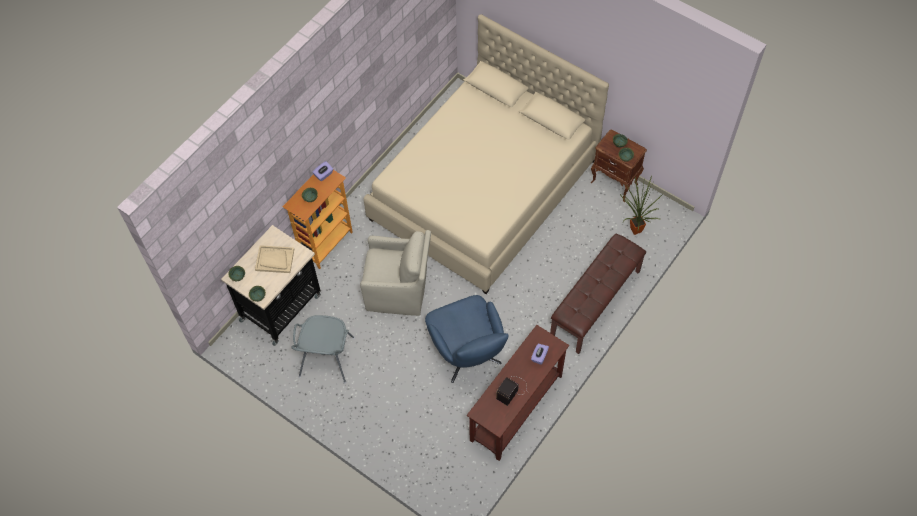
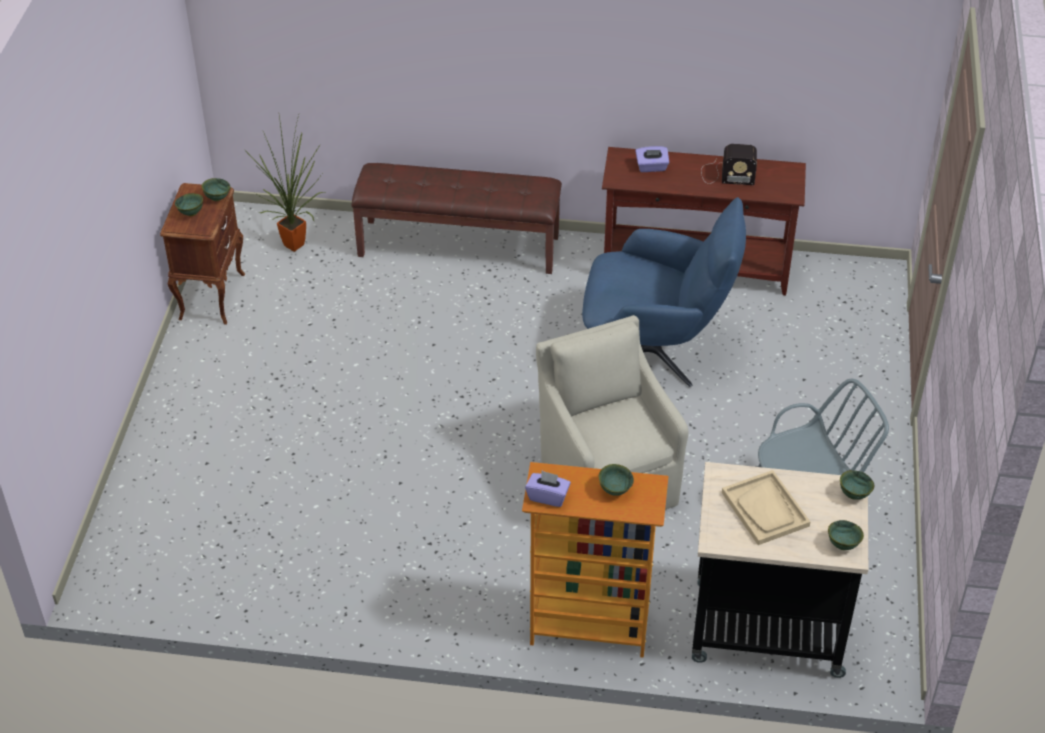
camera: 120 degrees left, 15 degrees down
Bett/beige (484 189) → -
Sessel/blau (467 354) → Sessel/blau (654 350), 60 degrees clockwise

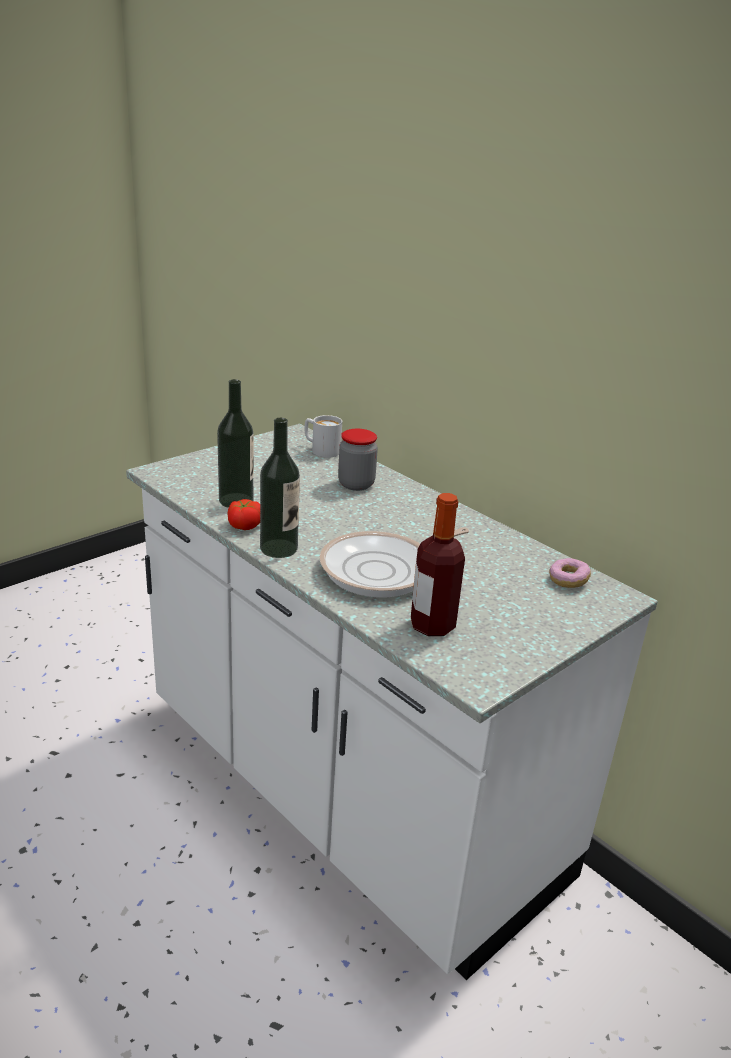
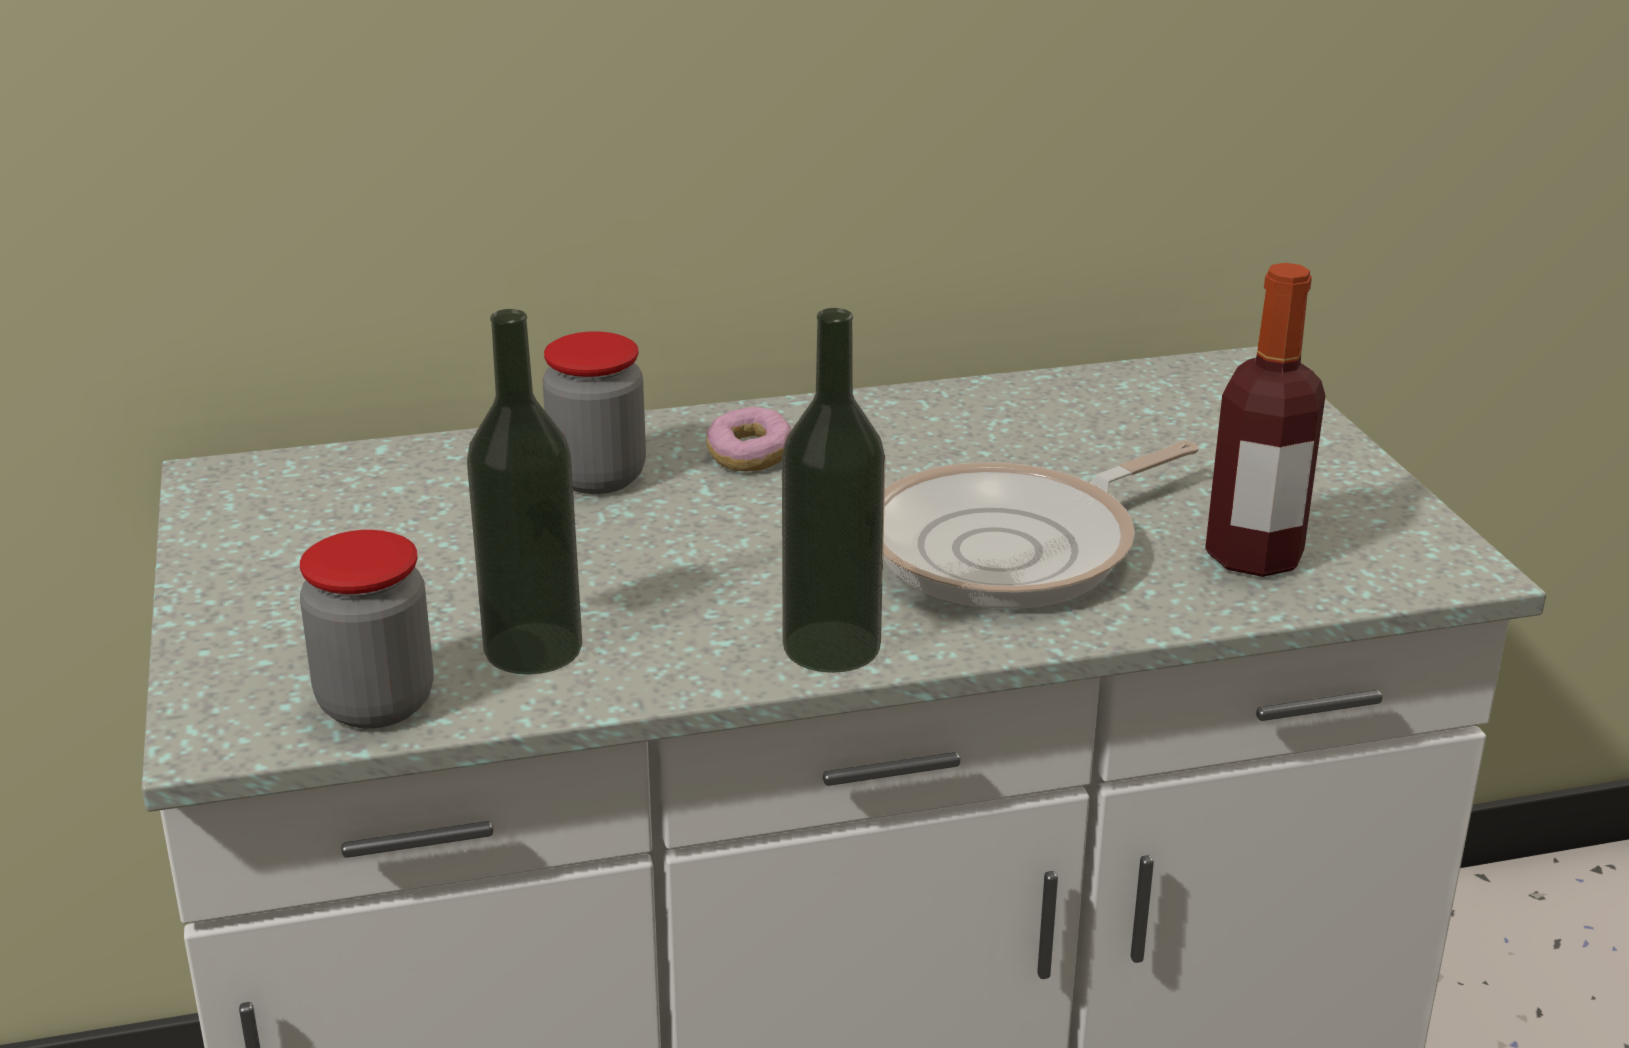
camera: 60 degrees left, 0 degrees up
Tomate (244 525) → -
Henkelbecher/weiß (321 450) → -
Pfanne (384 570) → Pfanne (1014 548), 60 degrees clockwise
Donut (568 580) → Donut (749 457), moved
- → Vorratsglas (376 704)

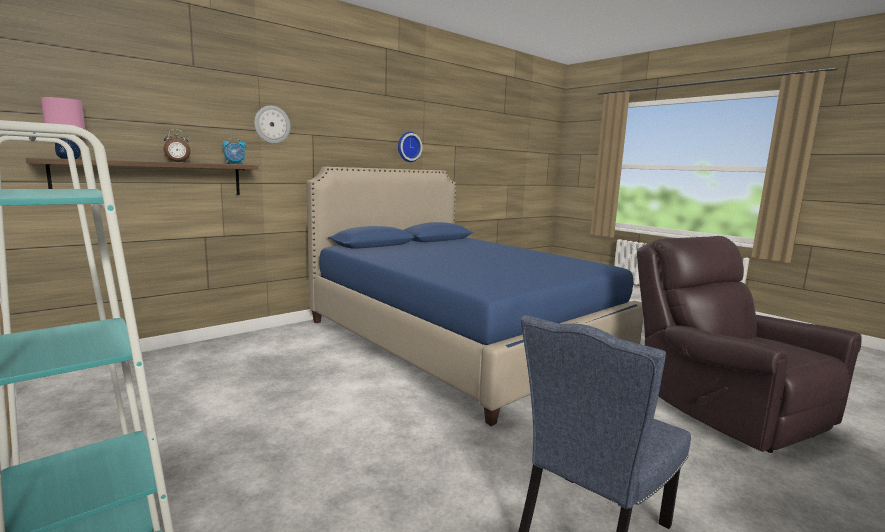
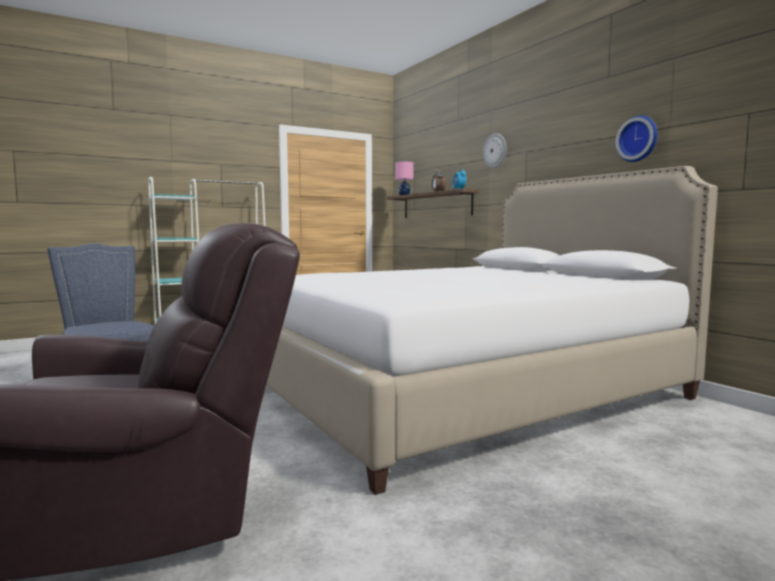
camera: 100 degrees right, 5 degrees down
Bett/blau (460 339) → Bett/weiß (467 392)

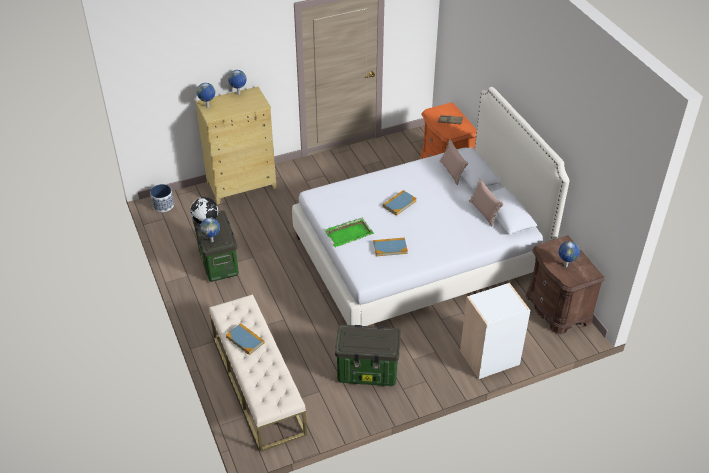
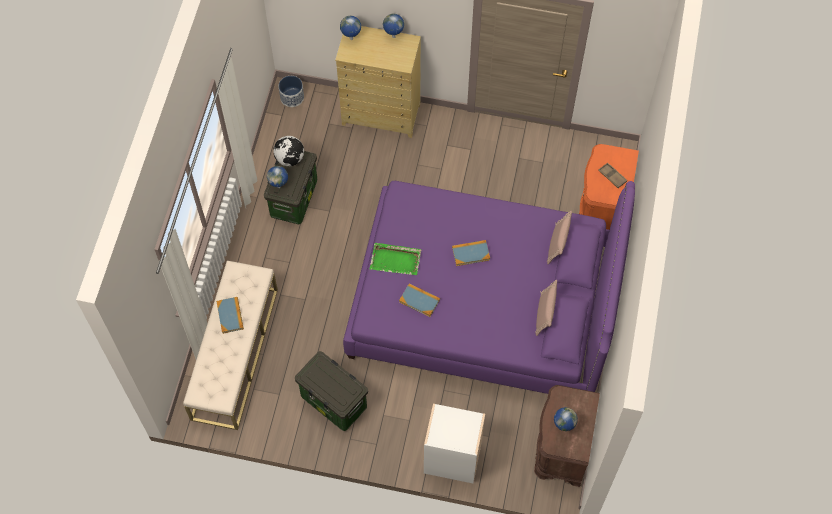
camera: 35 degrees right, 20 degrees up
Bett/weiß (419 255) → Bett/lila (484 304)

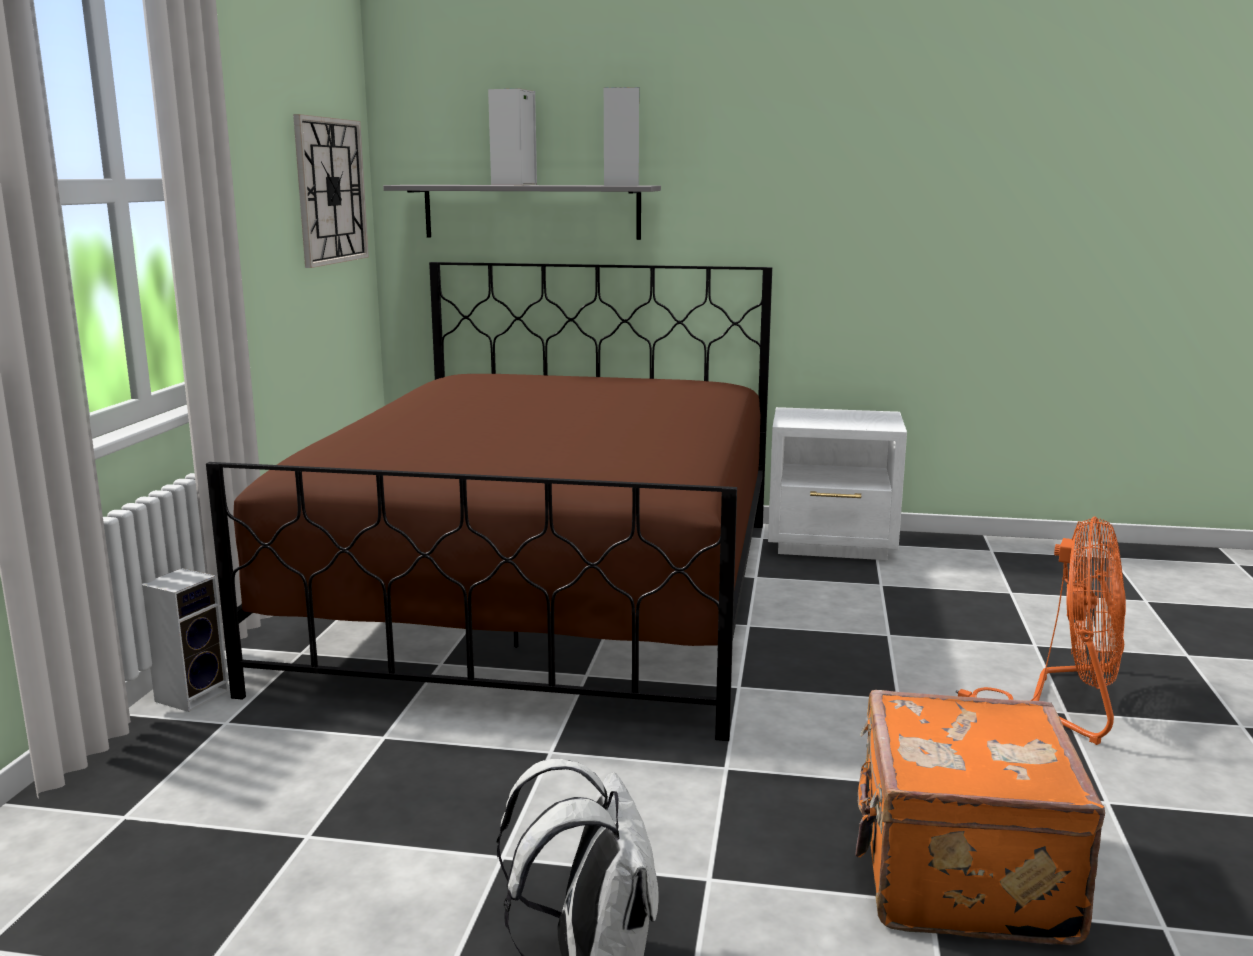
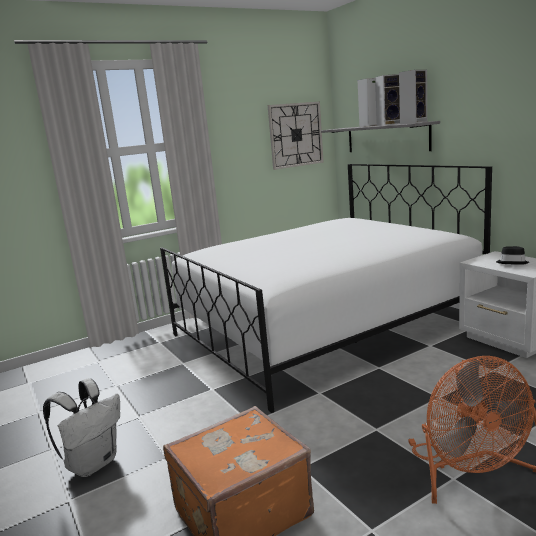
camera: 50 degrees right, 0 degrees up
Lautsprecher (193 694) → Lautsprecher (389 124), moved
Bett/braun (549 595) → Bett/weiß (325 327)
- → Hut/schwarz (512 262)

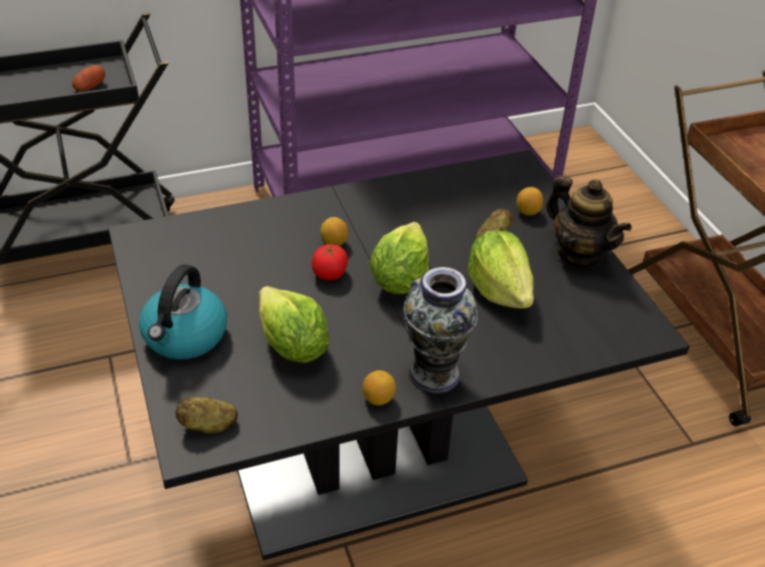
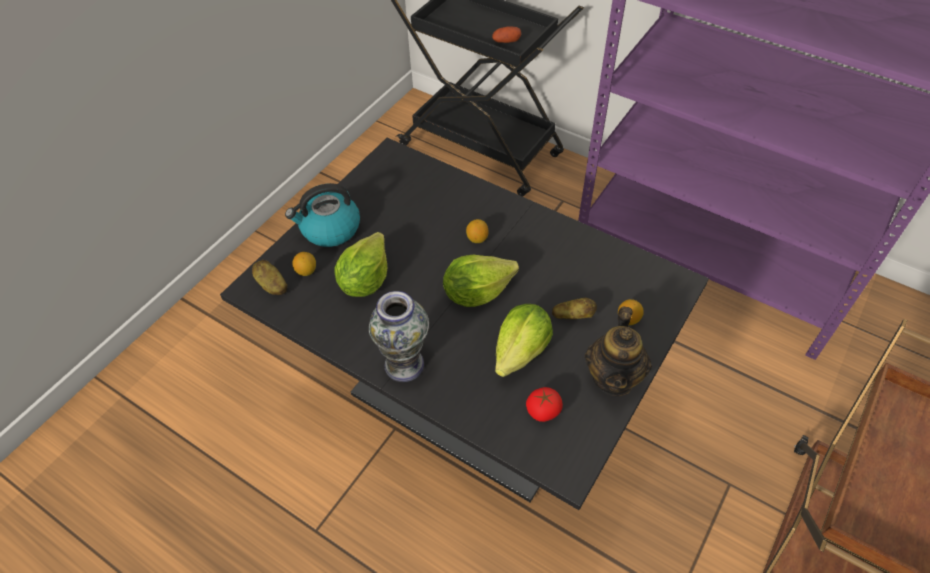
camera: 55 degrees right, 10 degrees up
Tomate (330 273) → Tomate (543 411), moved
Zitrone (378 399) → Zitrone (306 271), moved

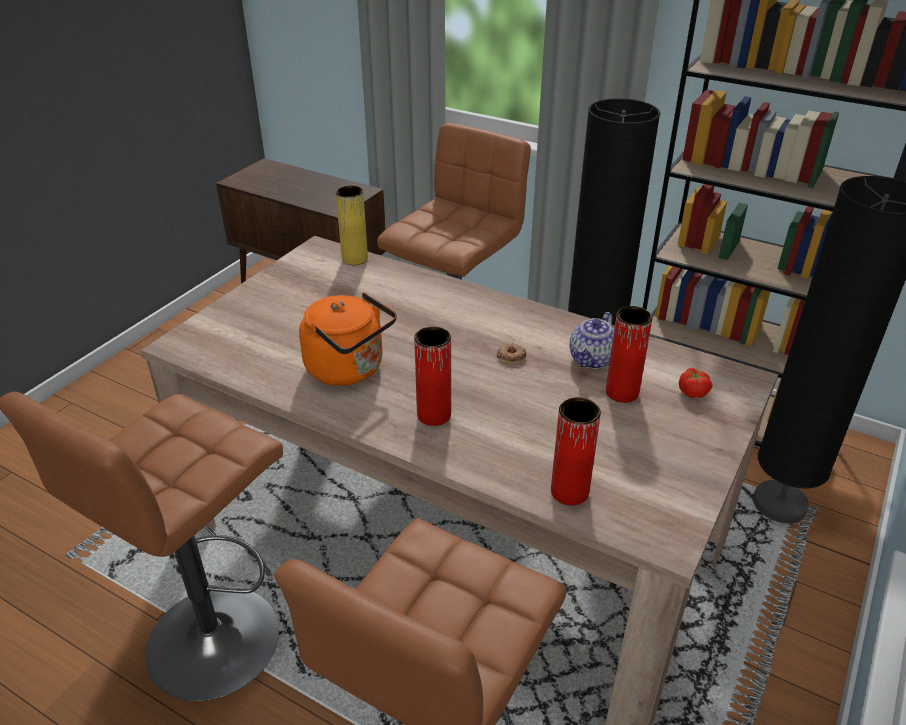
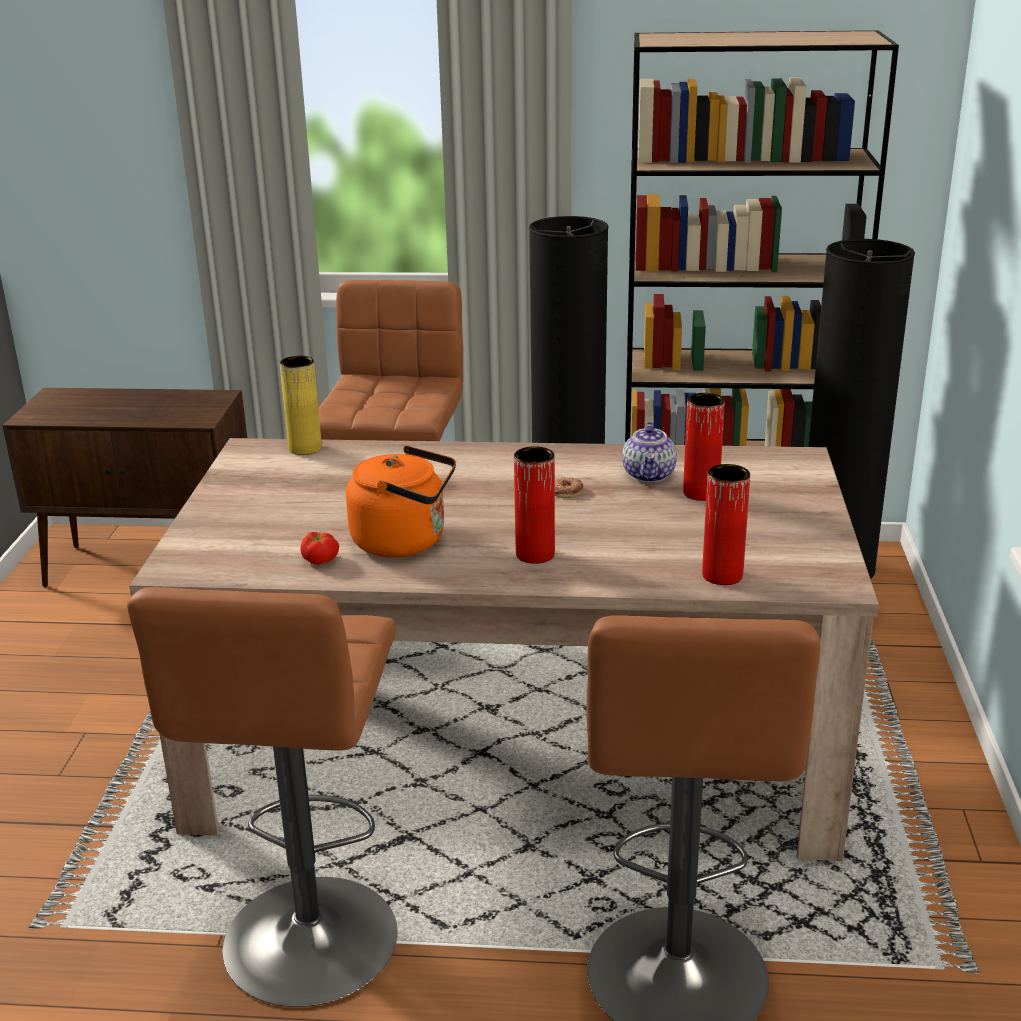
camera: 25 degrees left, 10 degrees down
Tomate (693 391) → Tomate (320 559), moved

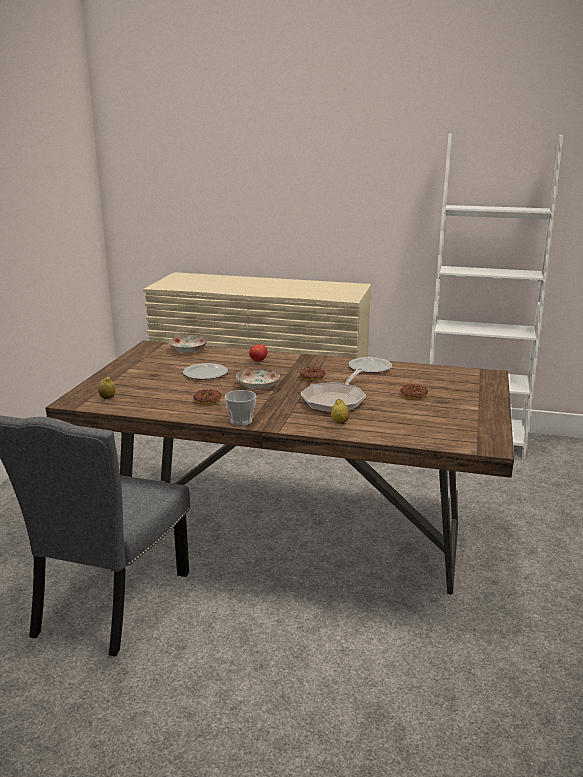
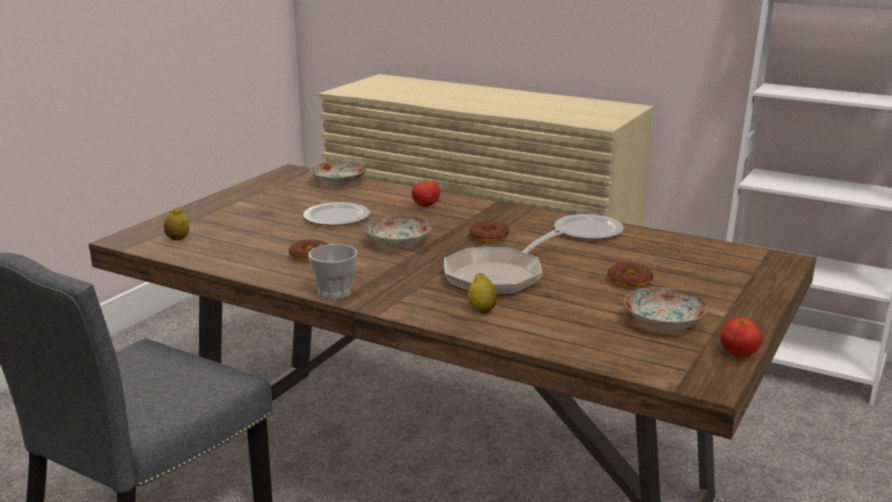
camera: 15 degrees right, 0 degrees up
- → Teller (664 322)
- → Tomate (738 354)

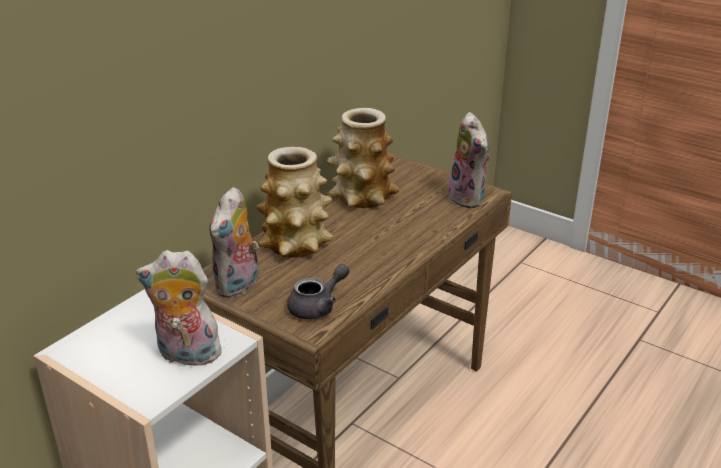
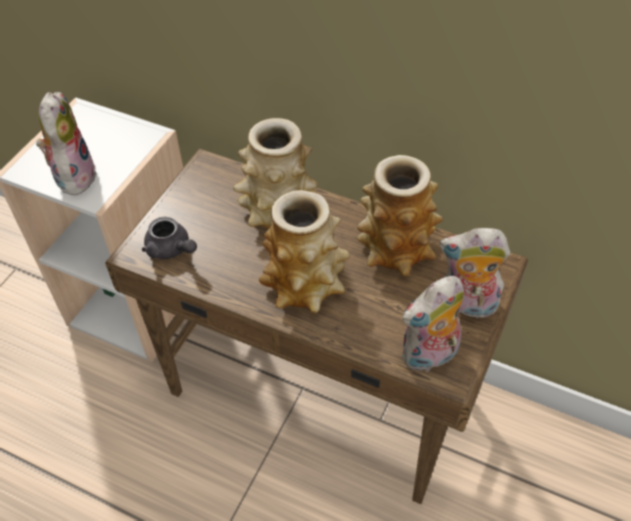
camera: 80 degrees right, 20 degrees up
Plüschtier (239 286) → Plüschtier (466 305), moved
- → Vase (305 286)

